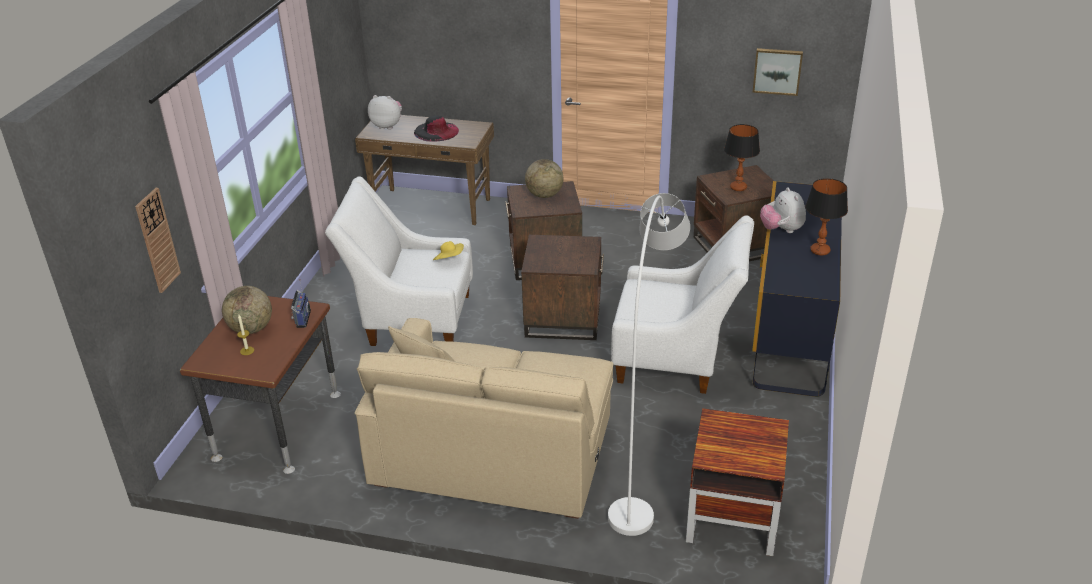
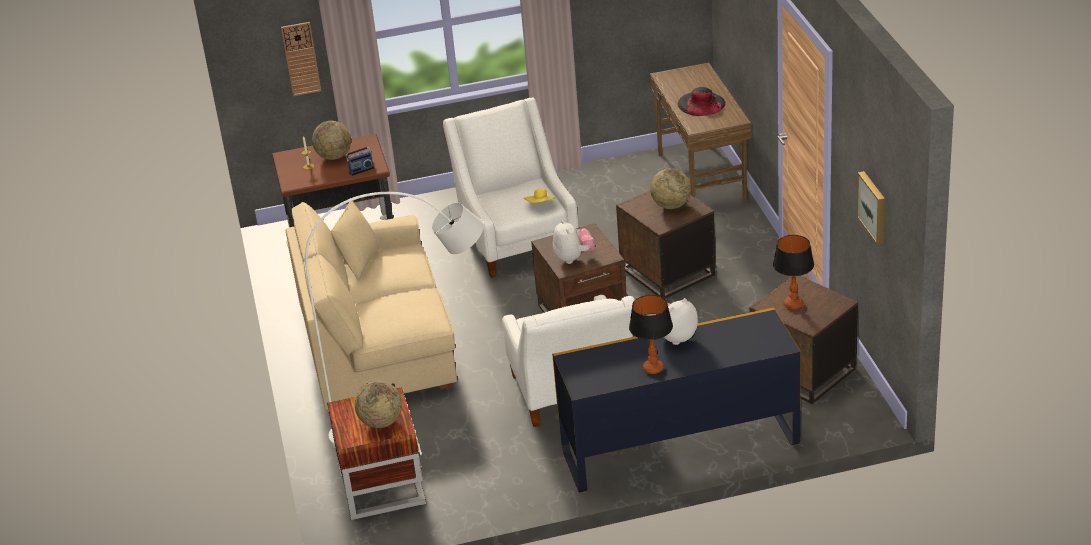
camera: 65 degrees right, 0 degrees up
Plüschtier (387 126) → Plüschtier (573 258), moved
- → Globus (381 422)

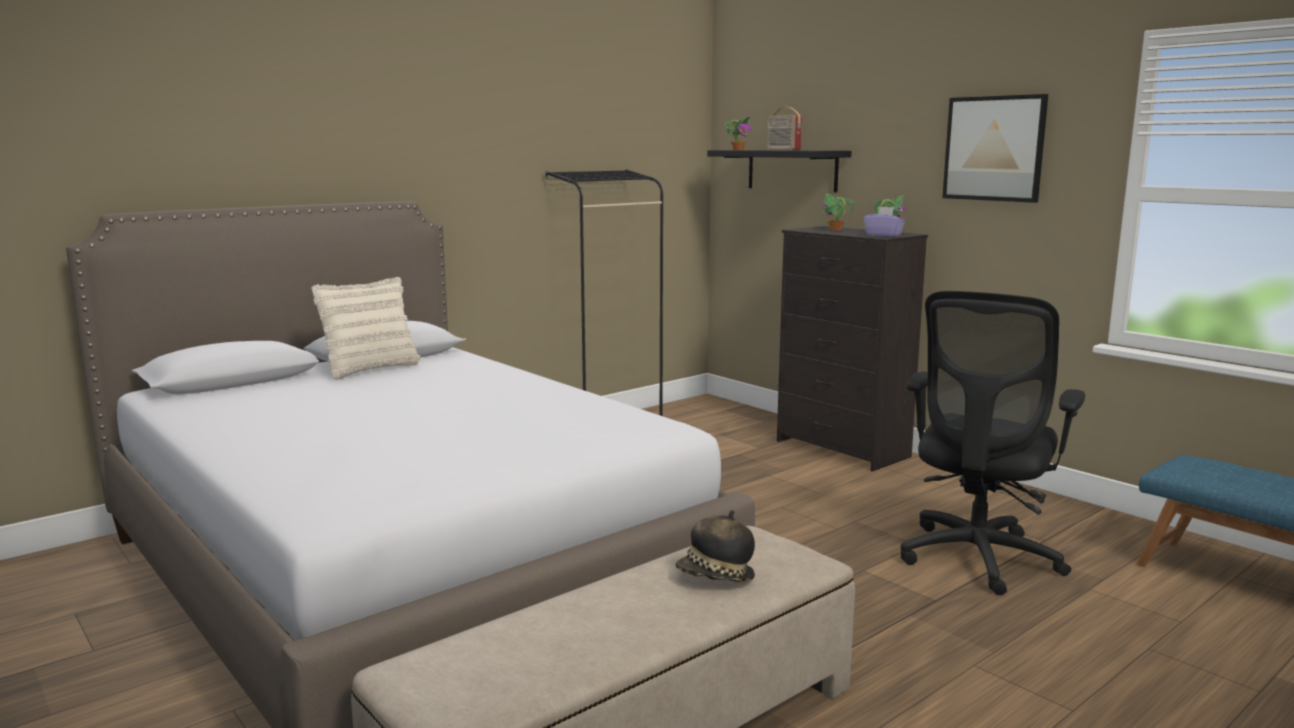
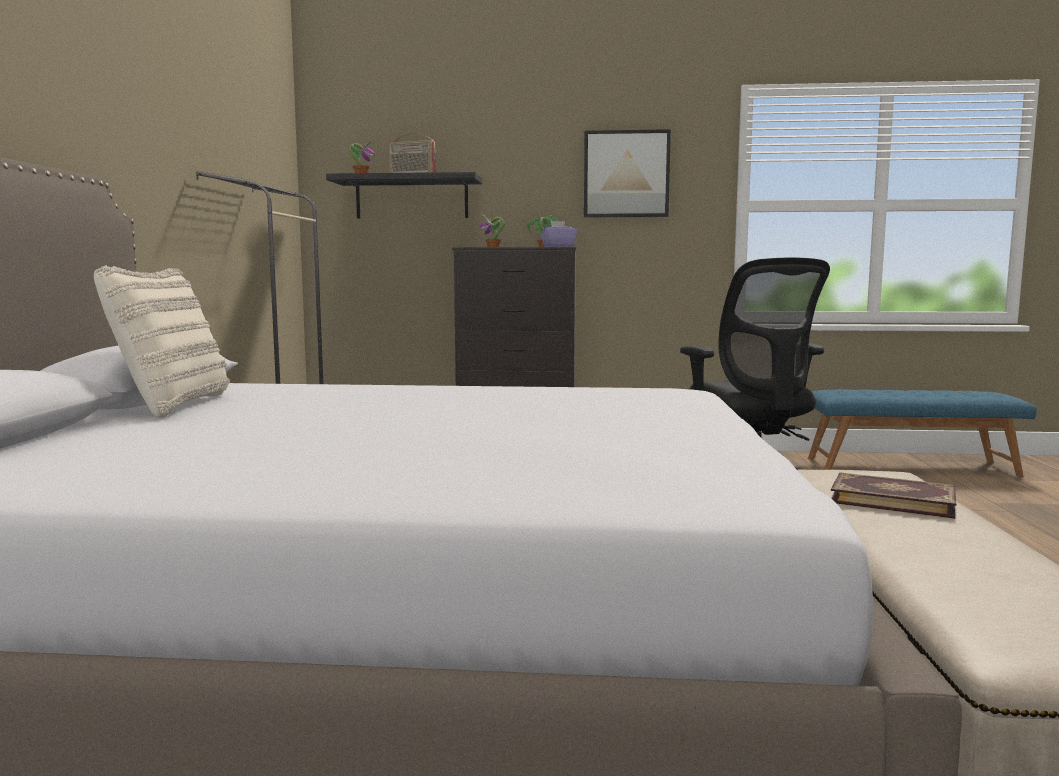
camera: 45 degrees left, 5 degrees down
Hut (715 577) → Buch (892 499)

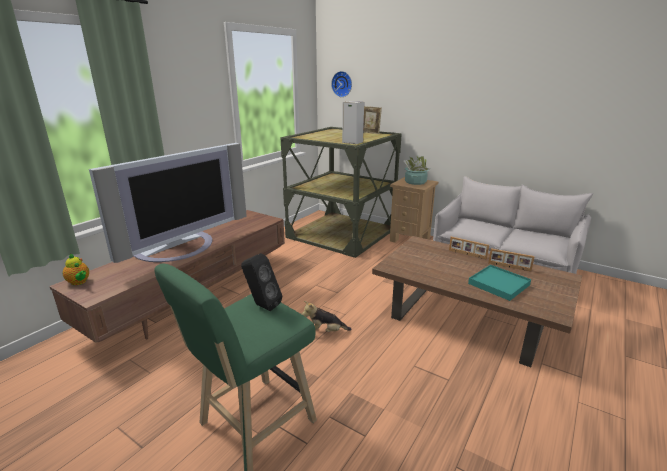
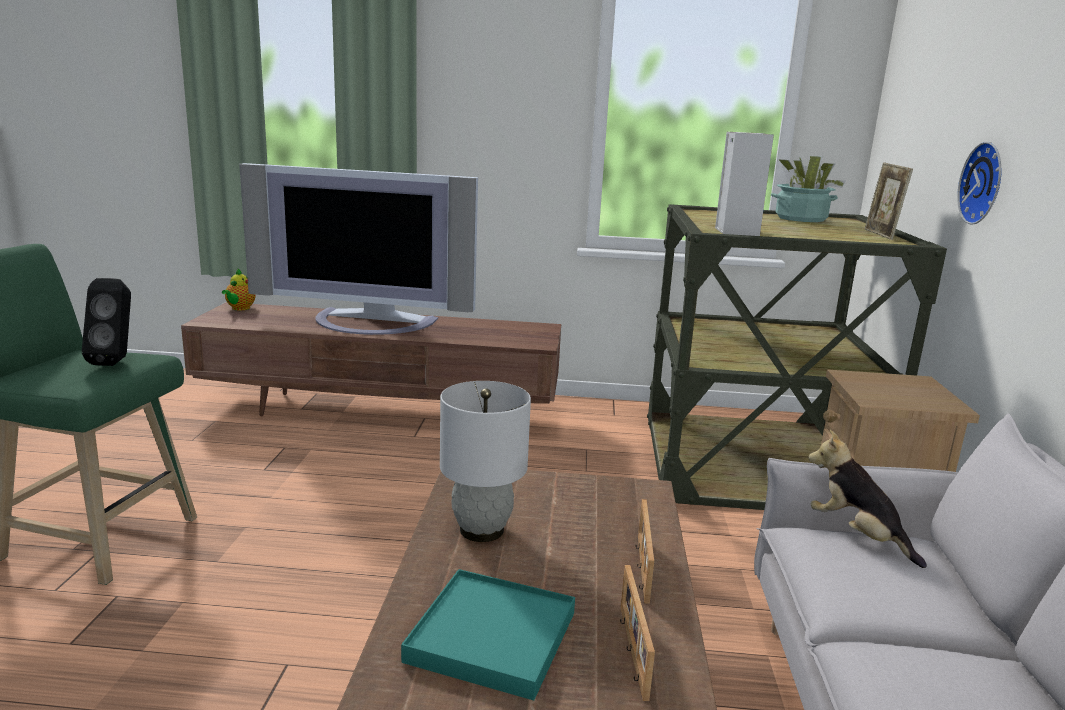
camera: 60 degrees right, 5 degrees down
Plüschtier (325 332) → Plüschtier (857 535), moved
Wanduhr (342 84) → Wanduhr (985 183), moved
Topfpflanze (415 182) → Topfpflanze (800 219), moved
- → Tischlampe/weiß (481 530)

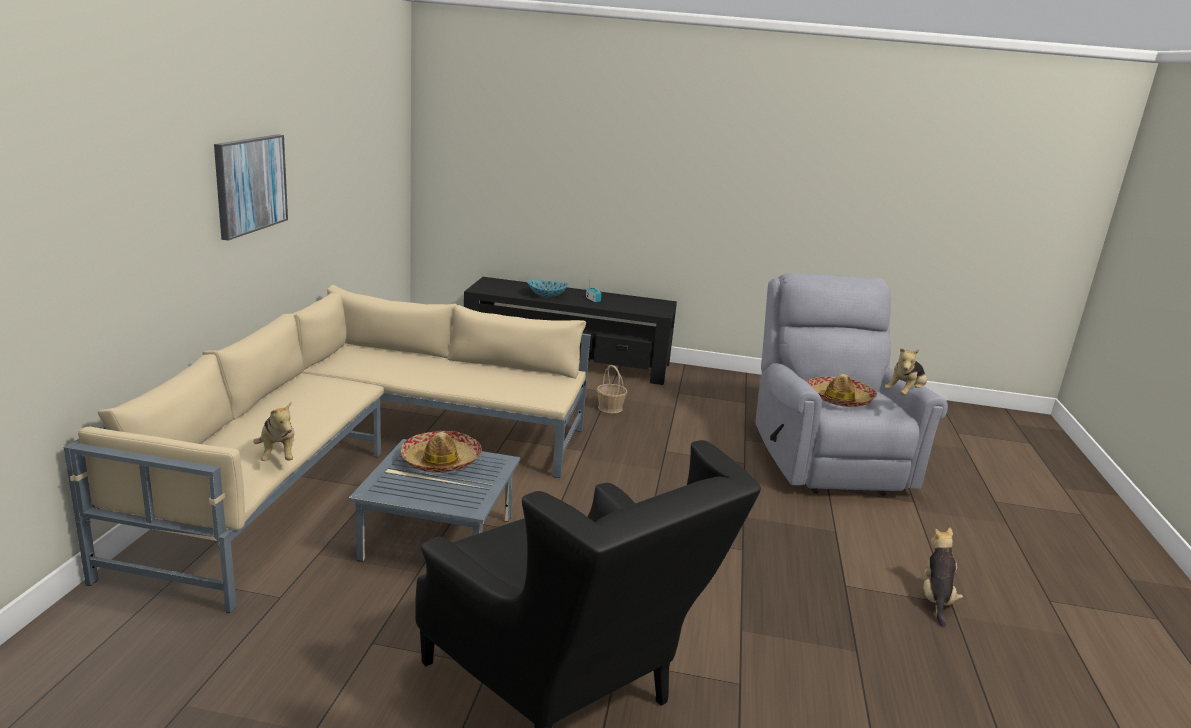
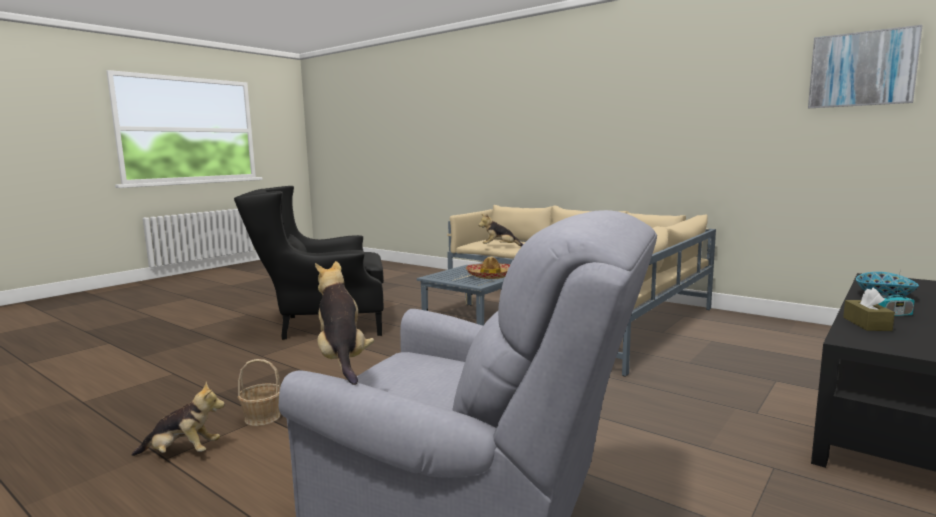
camera: 120 degrees right, 10 degrees down
Bild (250 184) → Bild (862 69), moved
Korb (610 408) → Korb (262 417), moved
Hut (839 399) → -
Plüschtier (936 599) → Plüschtier (182 453), 45 degrees counterclockwise
- → Taschentuchbox/braun (866 324)

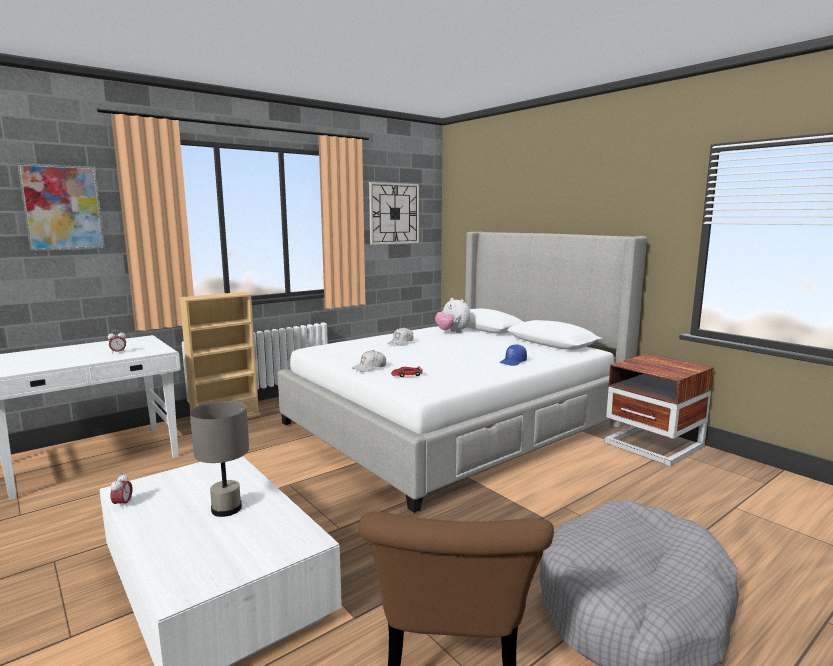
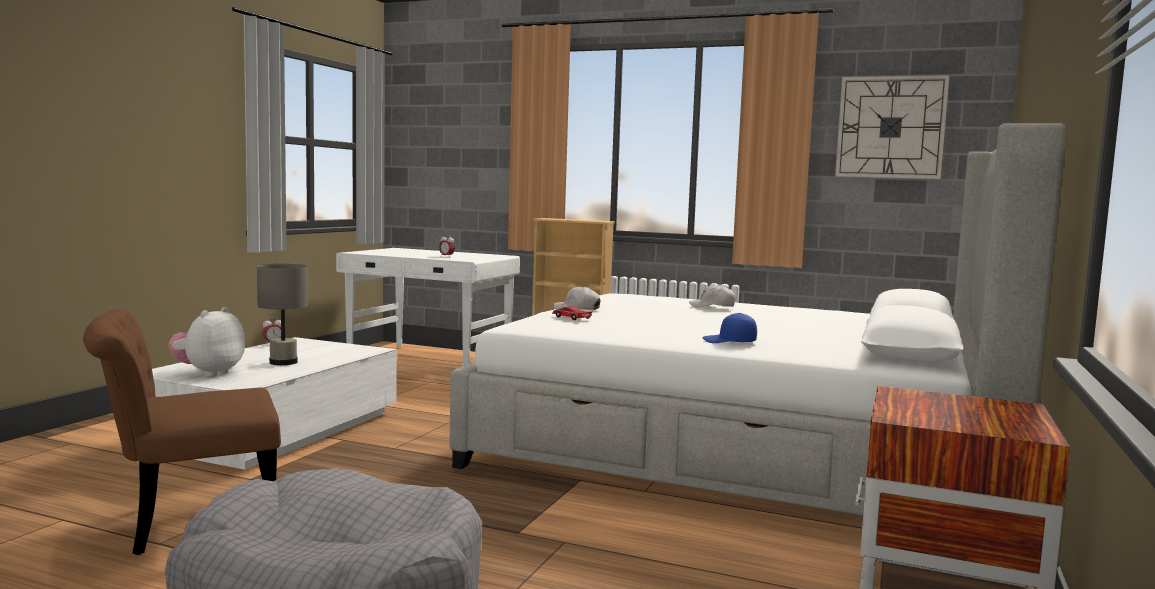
camera: 60 degrees right, 5 degrees down
Bild (63 208) → -
Plüschtier (452 332) → Plüschtier (208 373), moved

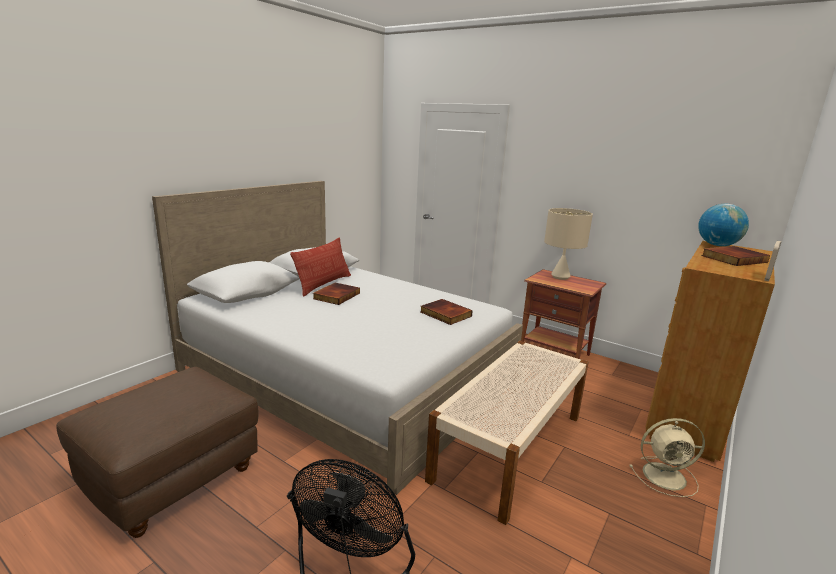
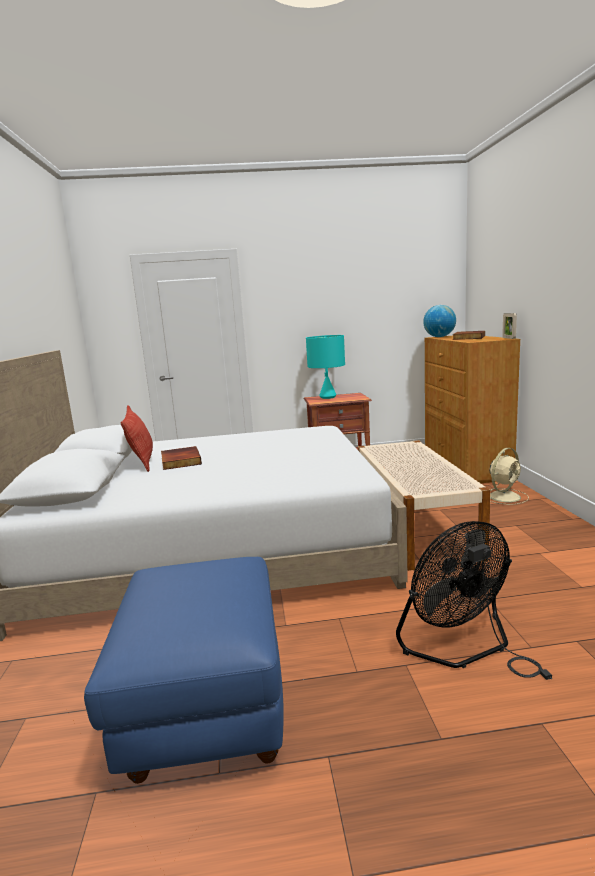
camera: 40 degrees left, 5 degrees down
Polsterhocker/braun (172 476) → Polsterhocker/blau (205 703)
Buch (445 314) → -
Tischlampe/beige (560 277) → Tischlampe/türkis (328 397)

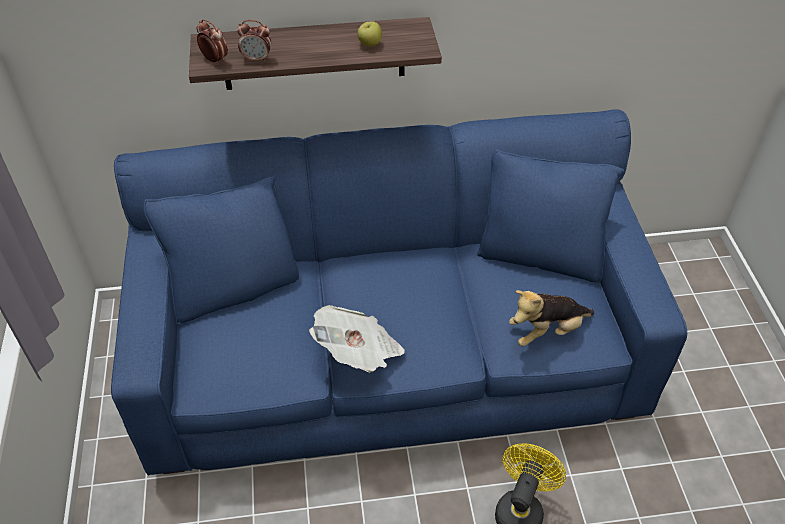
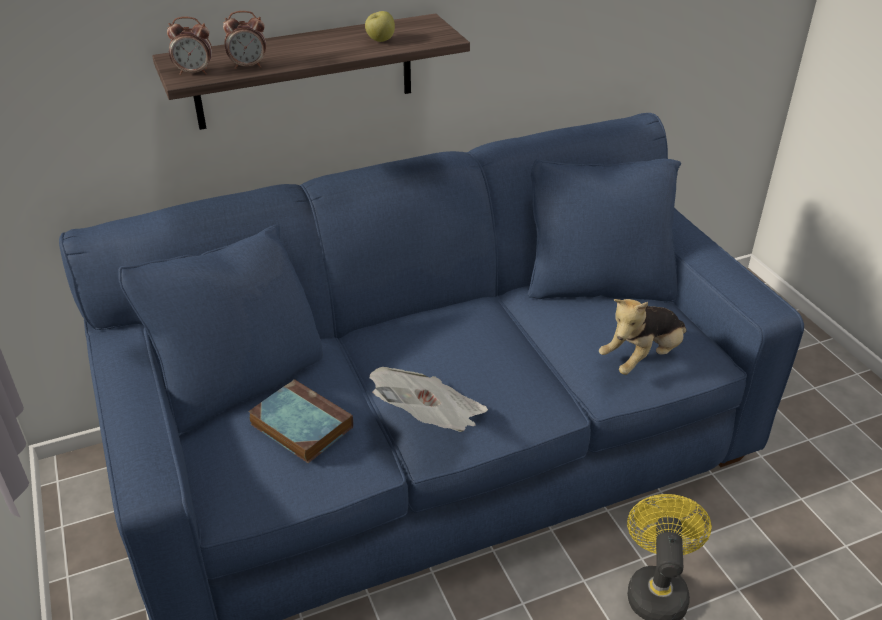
camera: 15 degrees left, 10 degrees down
Wecker (214 60) → Wecker (194 72), 150 degrees clockwise
- → Buch (299 425)

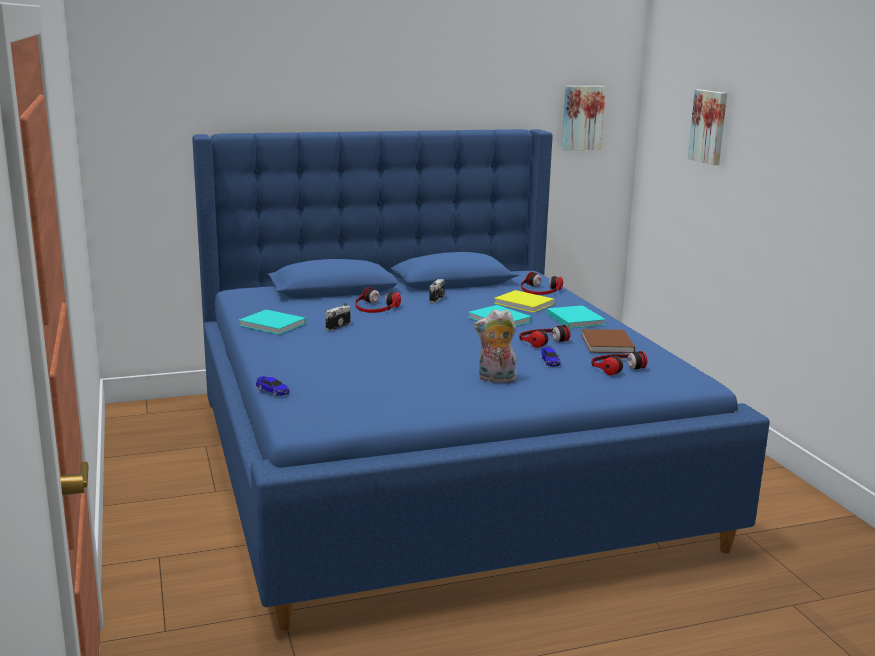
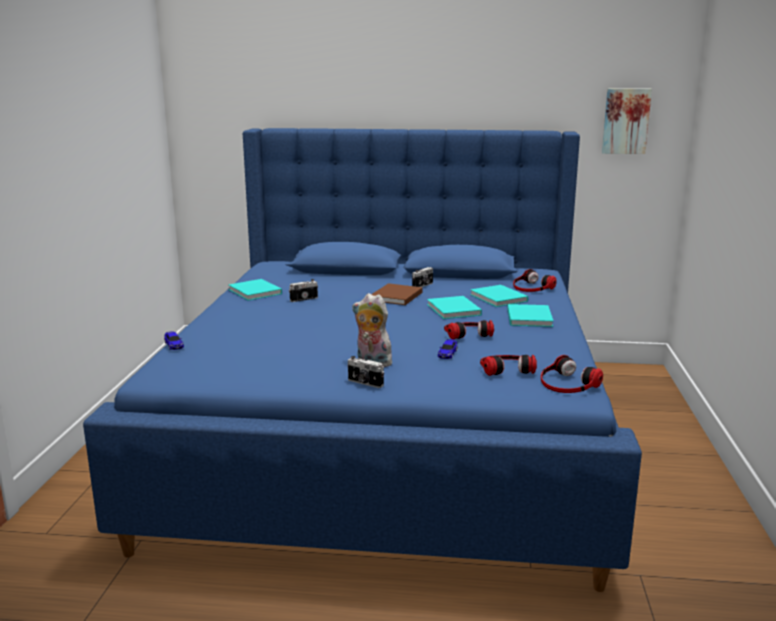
camera: 25 degrees right, 0 degrees up
Kopfhörer (375 307) → Kopfhörer (567 383), moved
Buch/gelb (525 304) → Buch/türkis (499 298)
Buch/braun (607 344) → Buch/braun (395 297), moved
Bild (709 127) → -
- → Kamera (365 383)

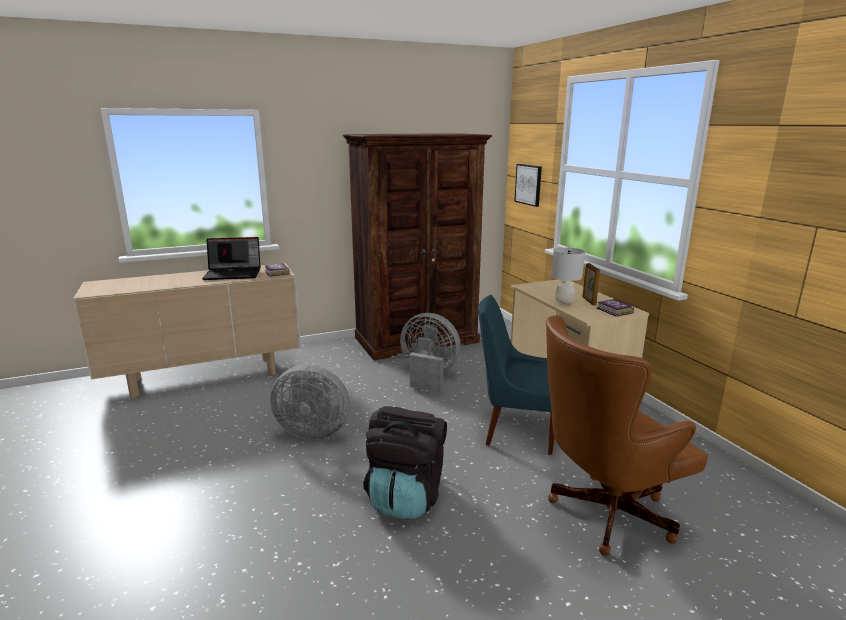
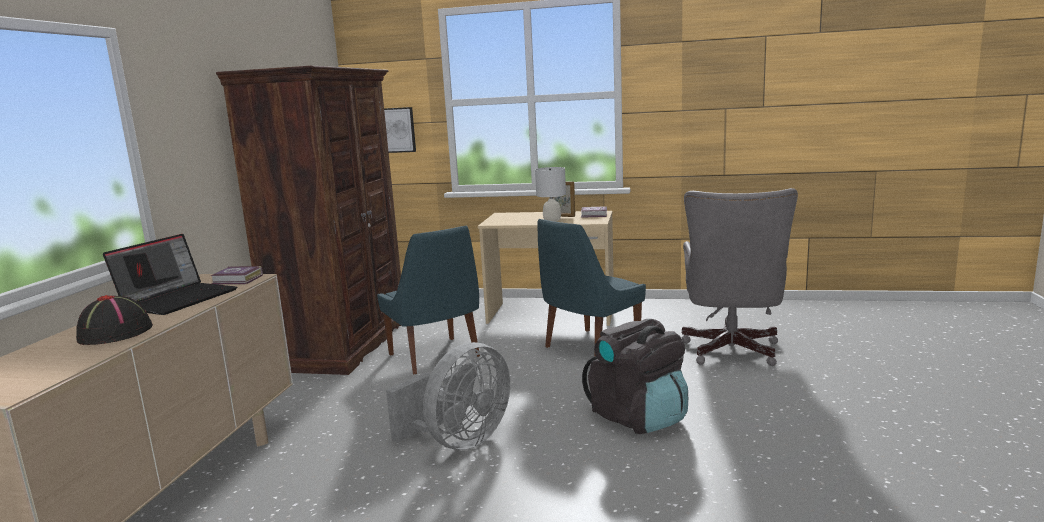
camera: 55 degrees left, 5 degrees down
Ventilator/grau (428 376) → Stuhl/blau (435 357)
Bürostuhl/braun (605 516) → Bürostuhl/grau (732 352)
- → Hut/schwarz (116 333)

